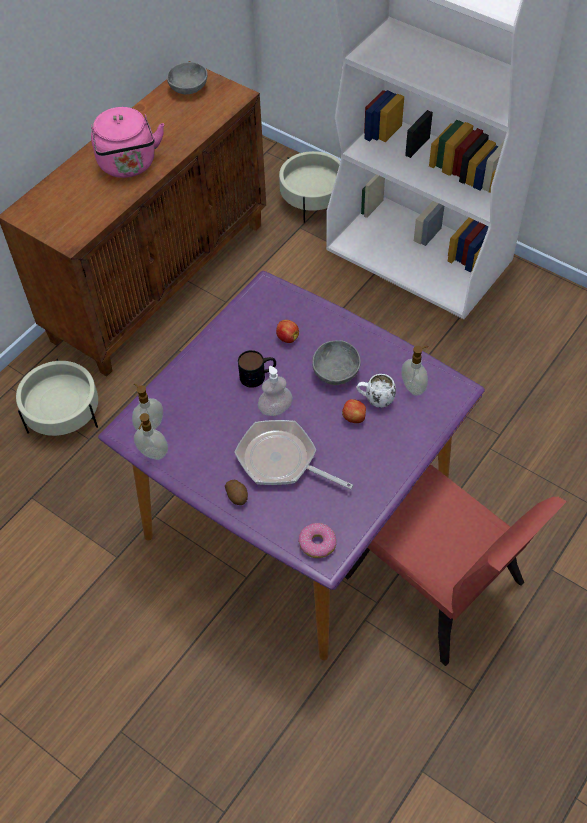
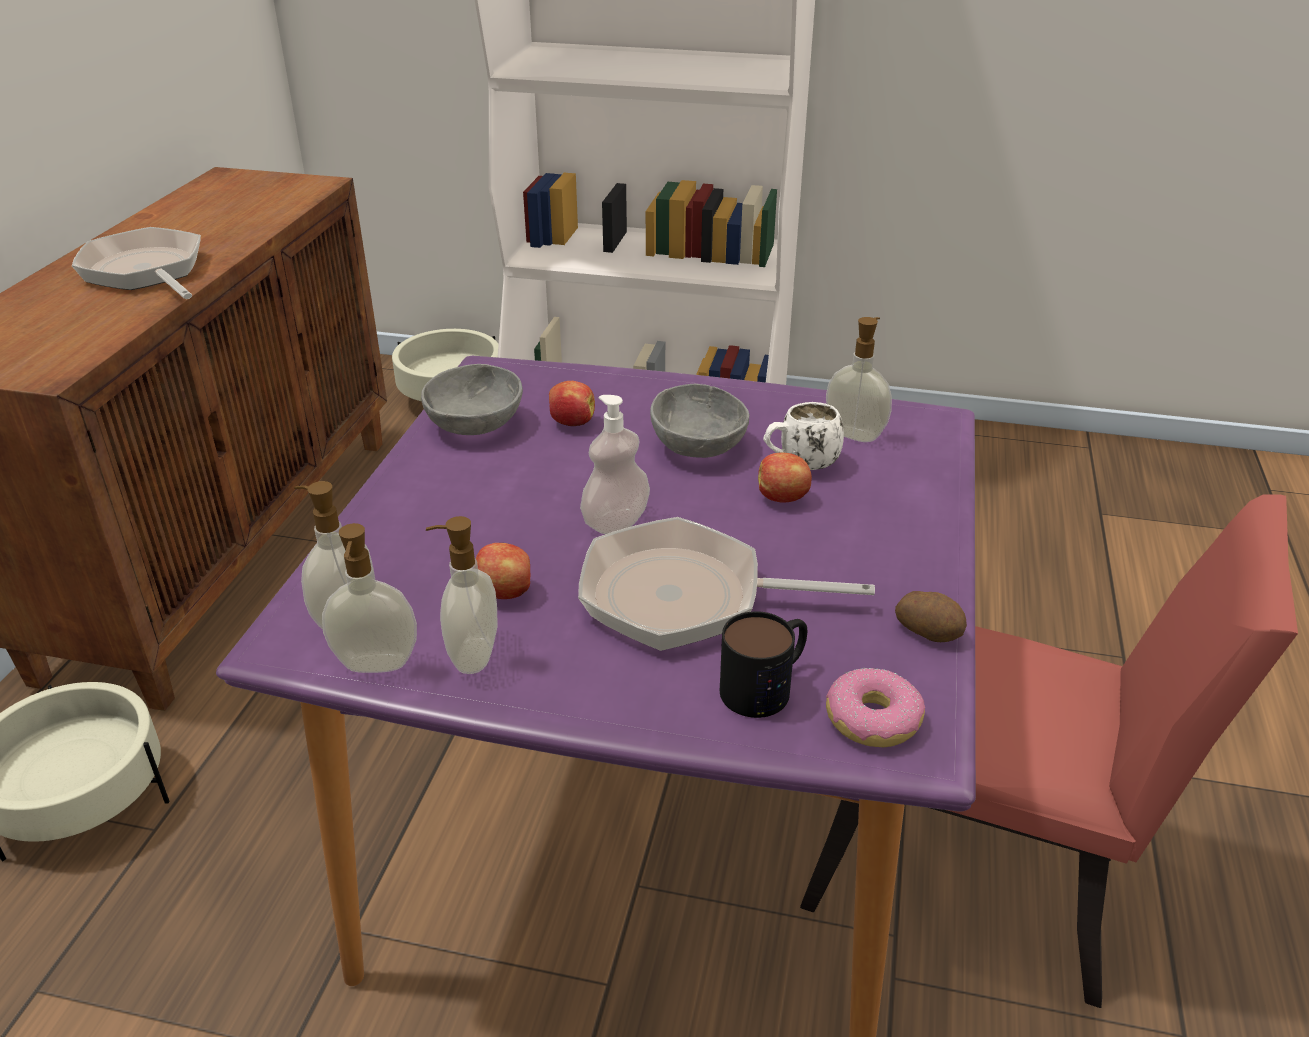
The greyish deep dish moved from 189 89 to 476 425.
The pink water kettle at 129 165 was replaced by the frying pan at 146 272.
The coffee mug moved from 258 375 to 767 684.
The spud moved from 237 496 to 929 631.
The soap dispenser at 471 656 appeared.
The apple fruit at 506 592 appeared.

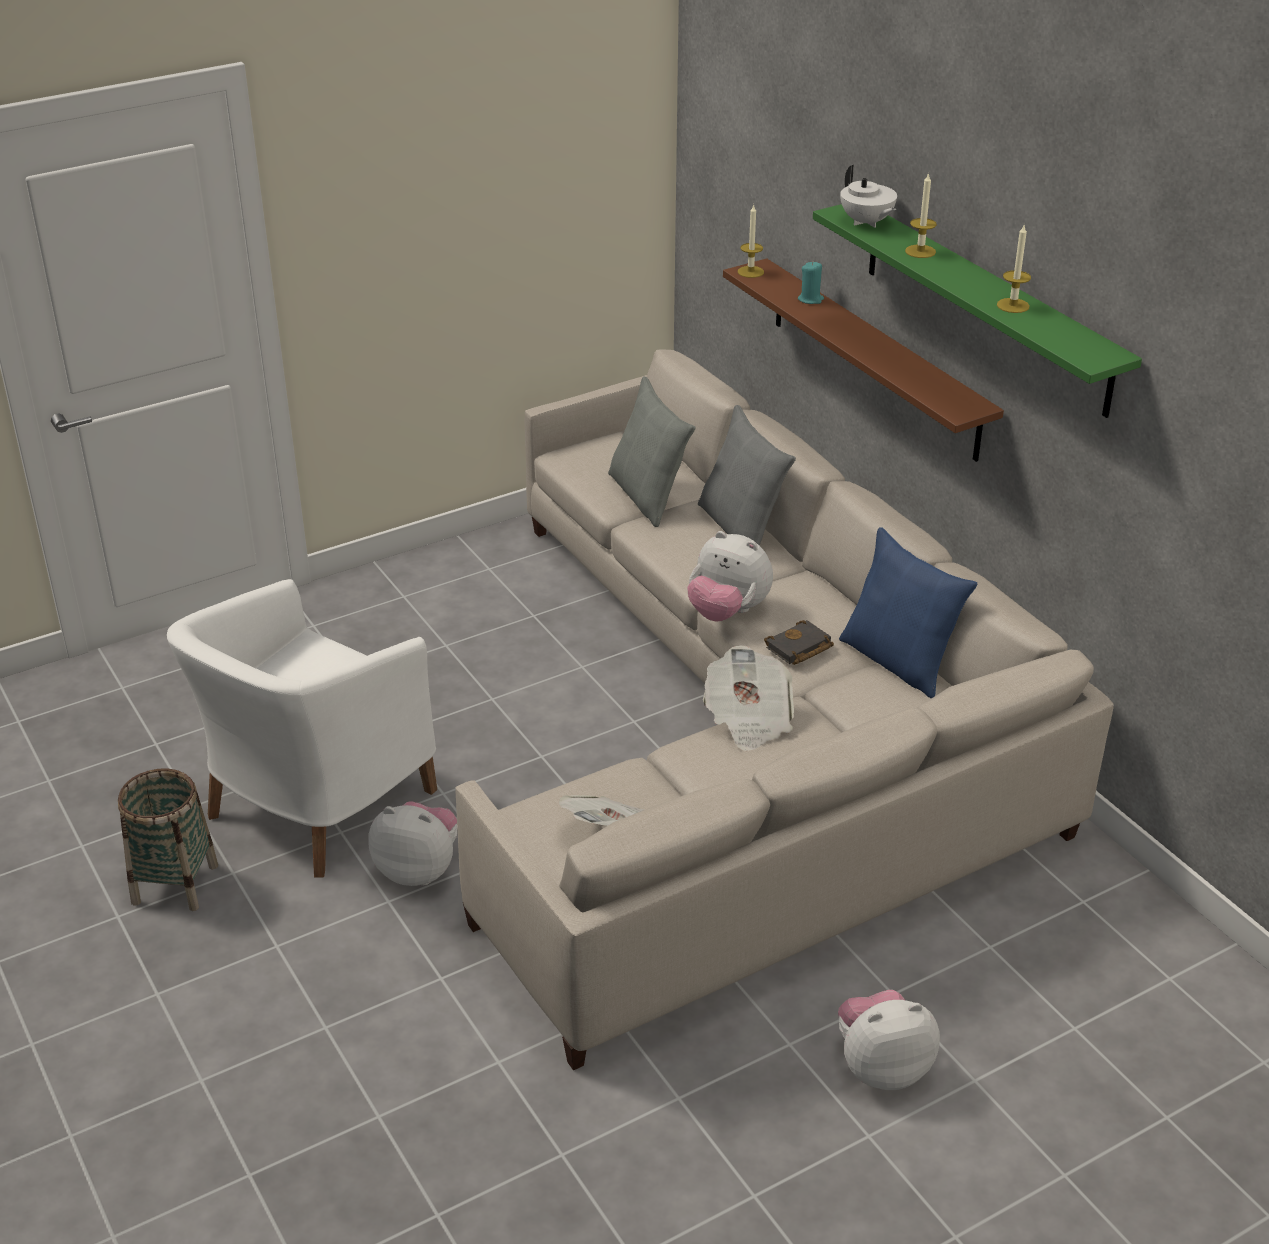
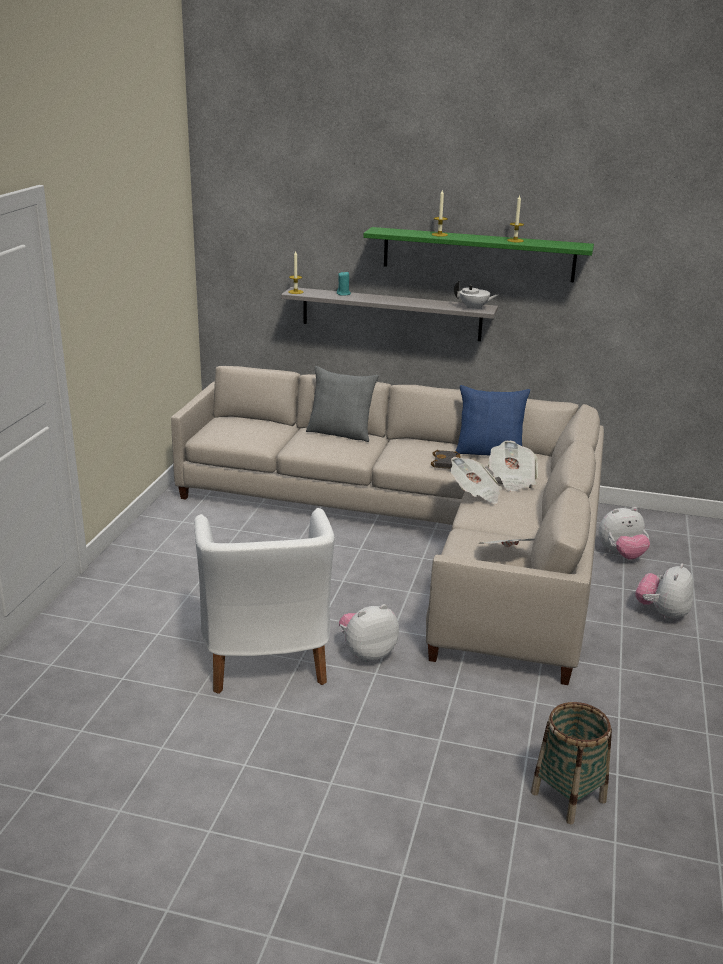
The white tea pot moved from 866 222 to 474 308.
The brown wall shelf at 874 358 became the greyish wall shelf at 391 314.
The greyish throw pillow at 648 496 disappeared.
The soft toy moved from 727 612 to 621 555.
The storage basket moved from 175 884 to 568 796.
The printed paper at 512 479 appeared.

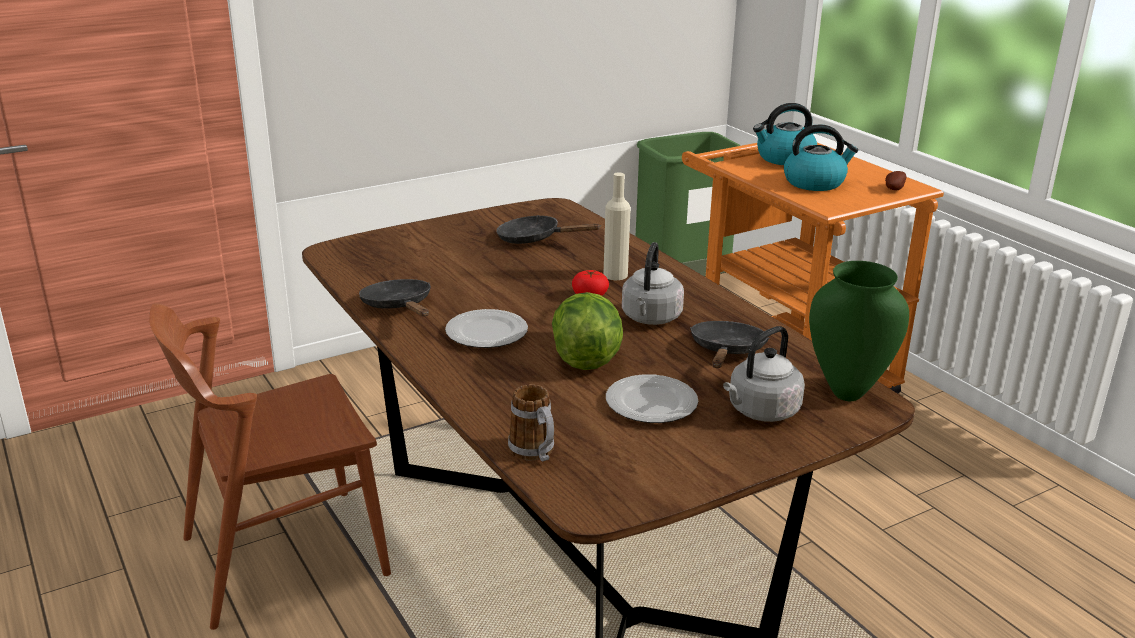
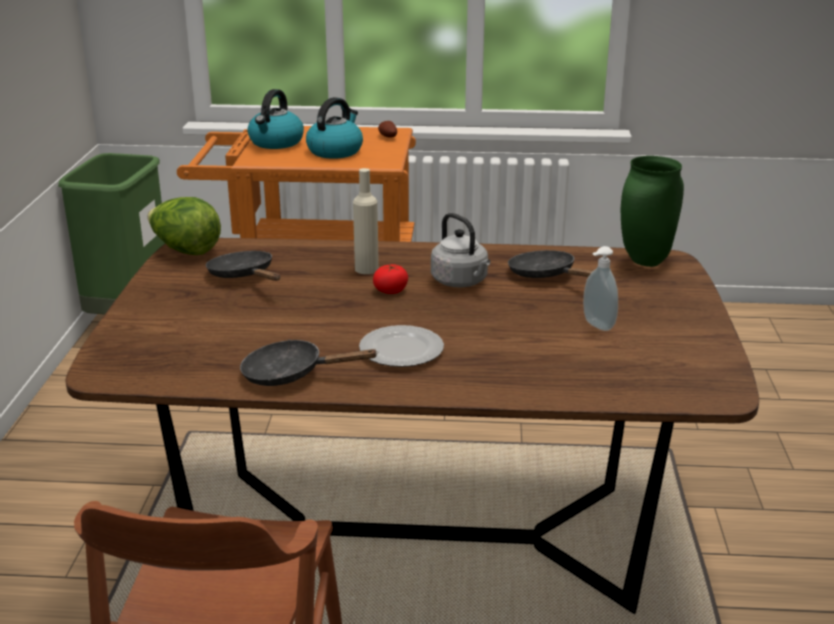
The black-coloured frying pan at 534 239 turned 90 degrees clockwise.
The head of lettuce moved from 585 357 to 185 250.
The greyish water kettle at 761 411 disappeared.
The flat dish at 651 404 was replaced by the soap dispenser at 596 326.
The coffee mug at 535 454 disappeared.

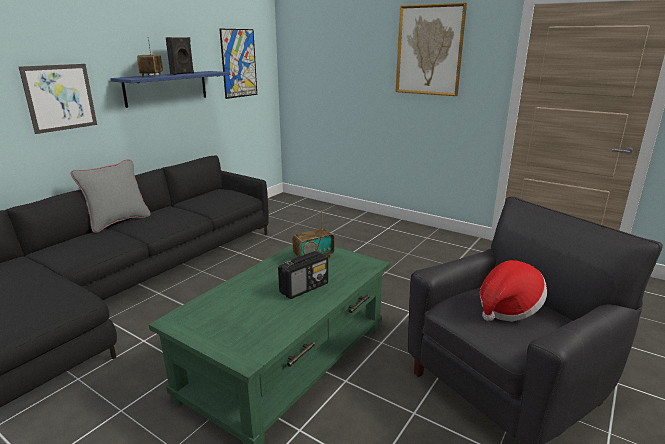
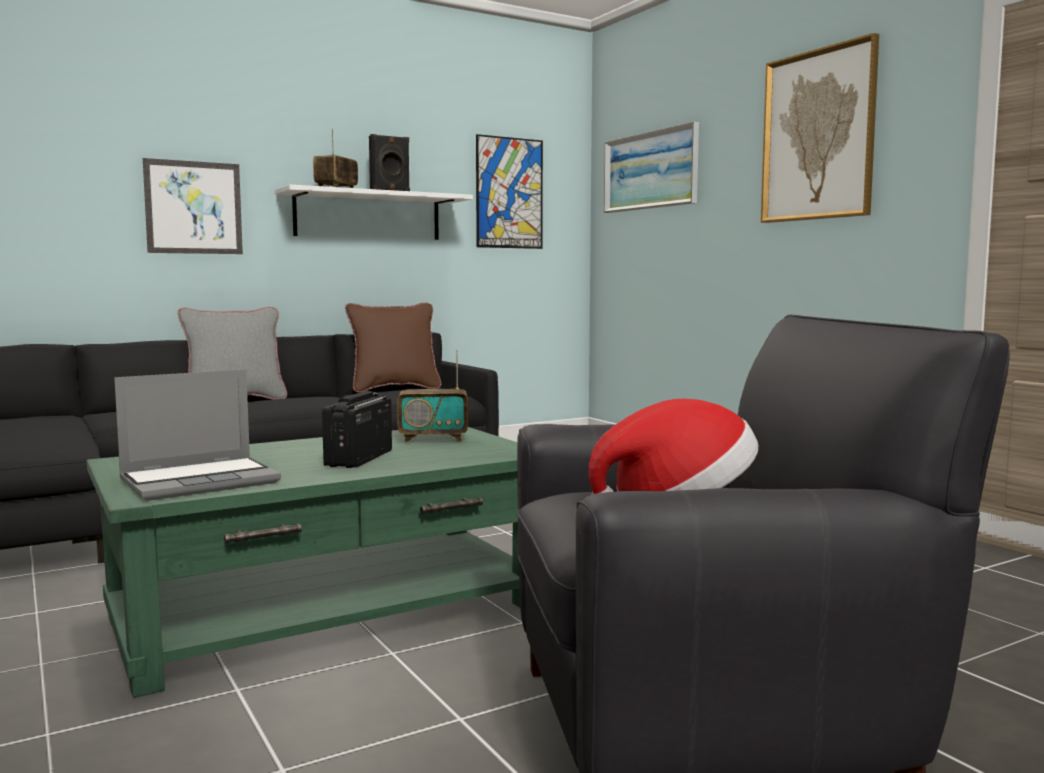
The blue-coloured wall shelf at 166 88 became the white wall shelf at 368 216.
The radio at 304 288 turned 120 degrees clockwise.
The wall art at 650 170 appeared.
The brown throw pillow at 394 389 appeared.
The portable computer at 201 481 appeared.

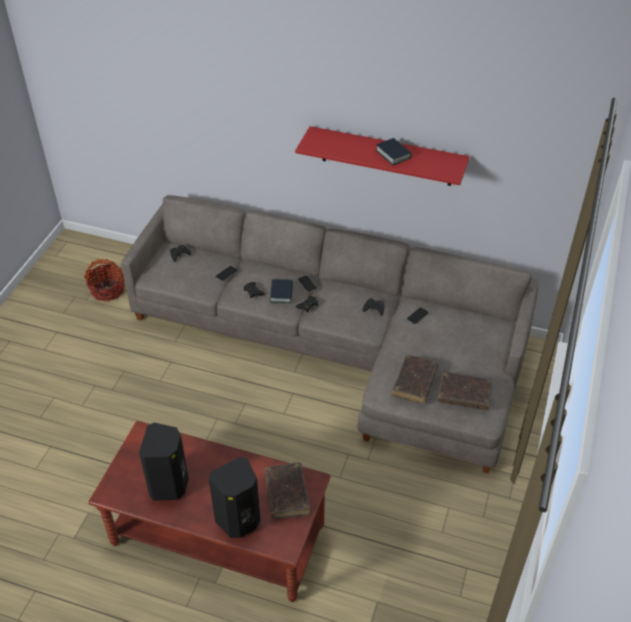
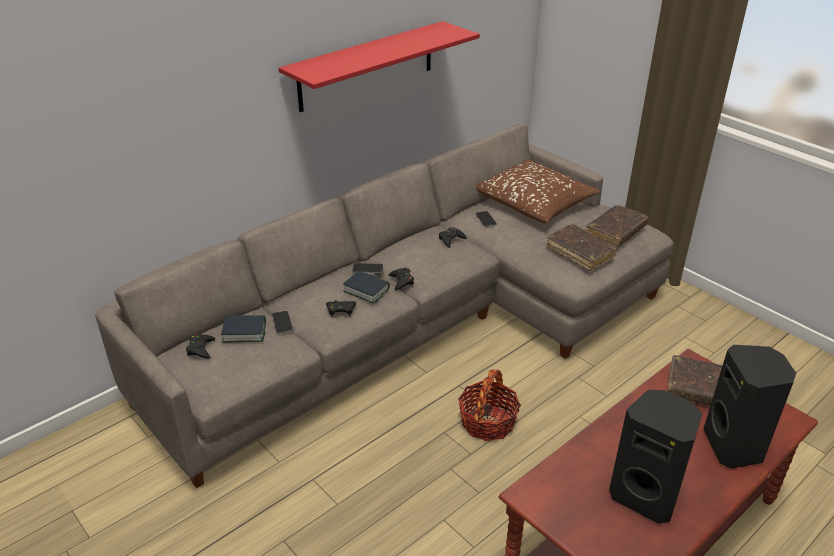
The book moved from 393 154 to 244 332.
The storage basket moved from 108 290 to 487 422.
The brown throw pillow at 534 203 appeared.

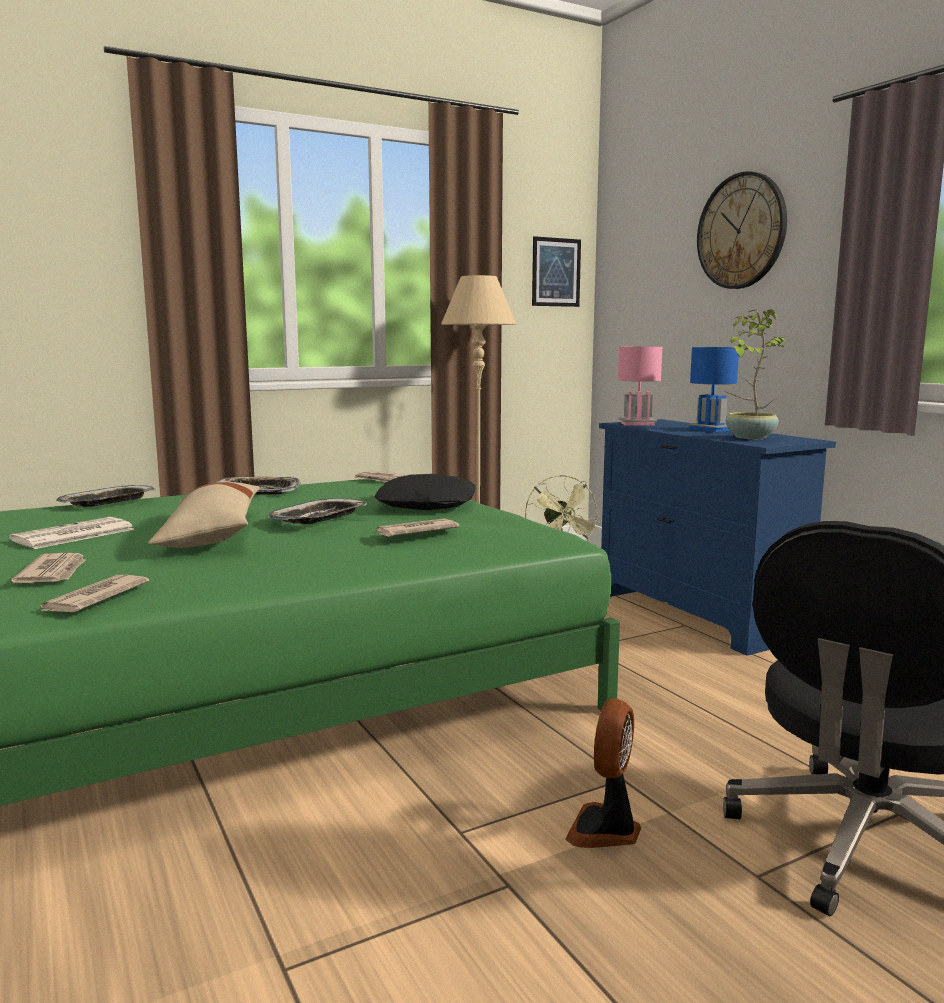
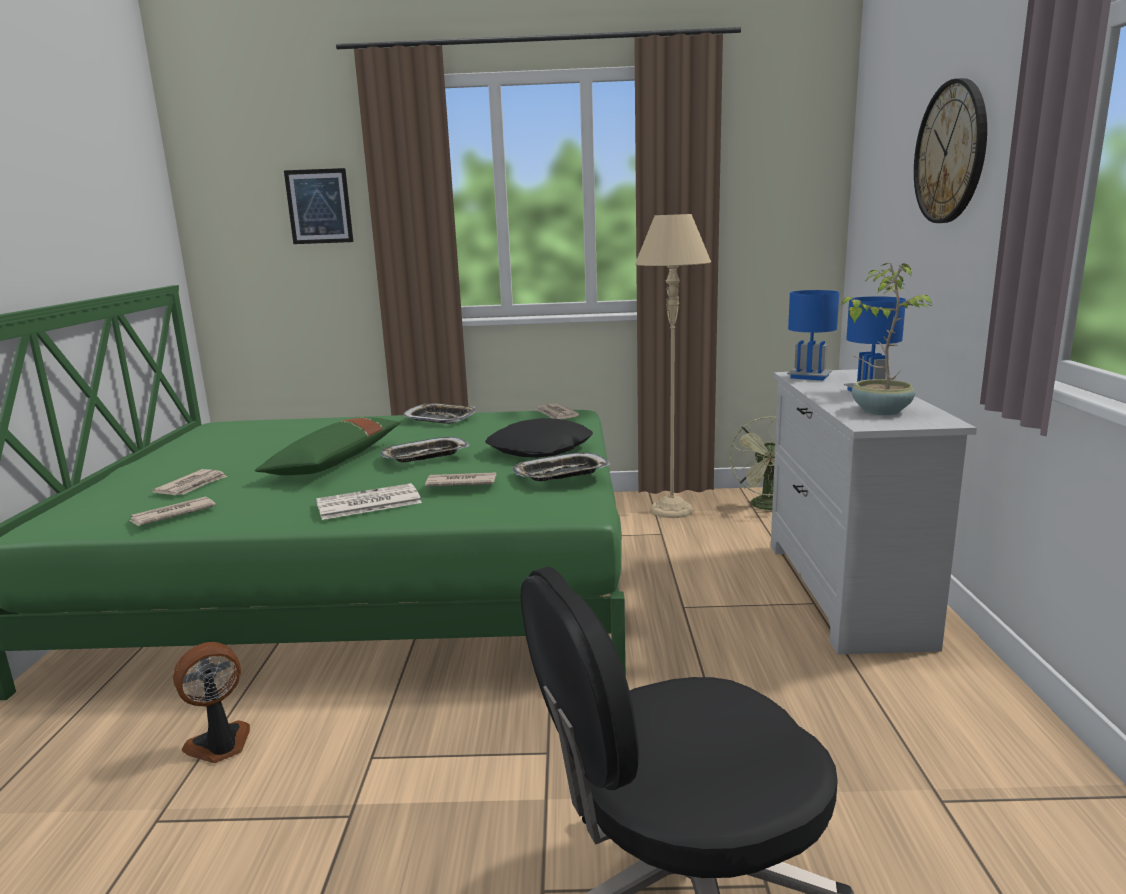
The wall art moved from 556 272 to 319 206.
The pink tabletop lamp at 637 424 became the blue-coloured tabletop lamp at 809 377.
The blue-coloured chest of drawers at 696 614 became the white chest of drawers at 844 592.
The beige throw pillow at 211 534 became the green-coloured throw pillow at 335 462.
The carrying tray moved from 108 502 to 561 474.
The printed paper moved from 72 535 to 367 503.
The electric fan moved from 606 830 to 220 746.

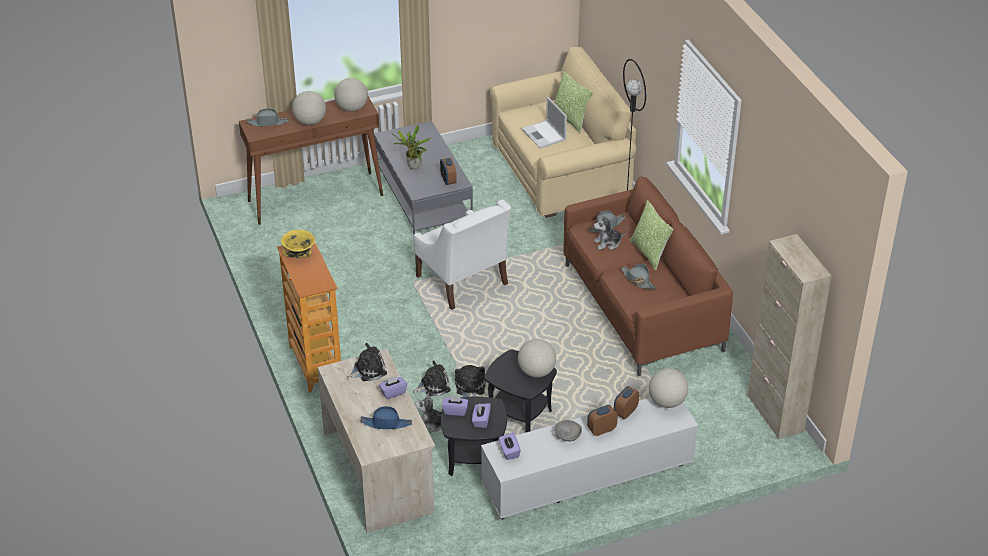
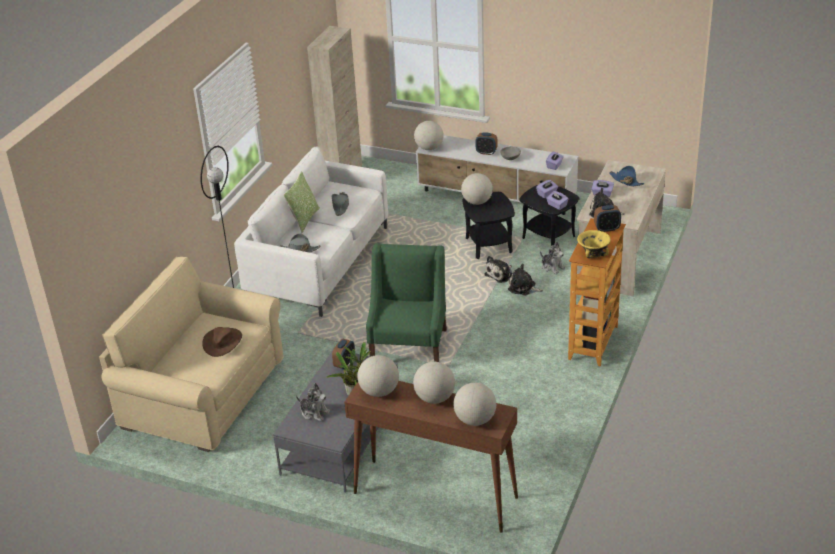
The throw pillow at 570 119 disappeared.
The portable computer at 544 135 was replaced by the brown hat at 222 342.
The greyish hat at 268 122 was replaced by the world globe at 475 420.
The brown sofa at 642 308 became the white sofa at 319 264.
The white lounge chair at 462 281 became the green-coloured lounge chair at 409 346.
The soft toy moved from 607 243 to 314 412.
The table clock moved from 625 412 to 607 229.

